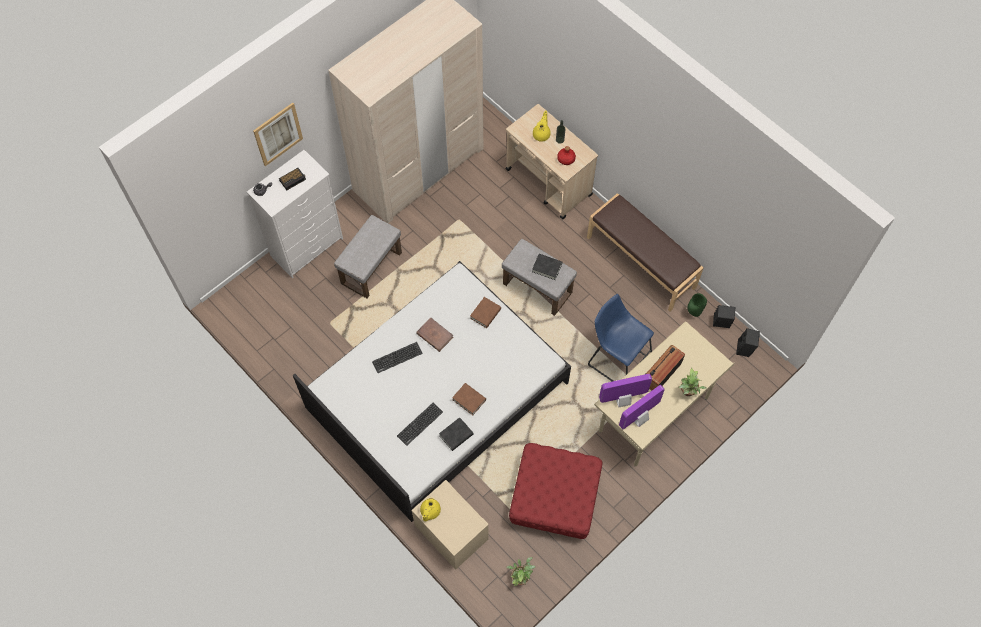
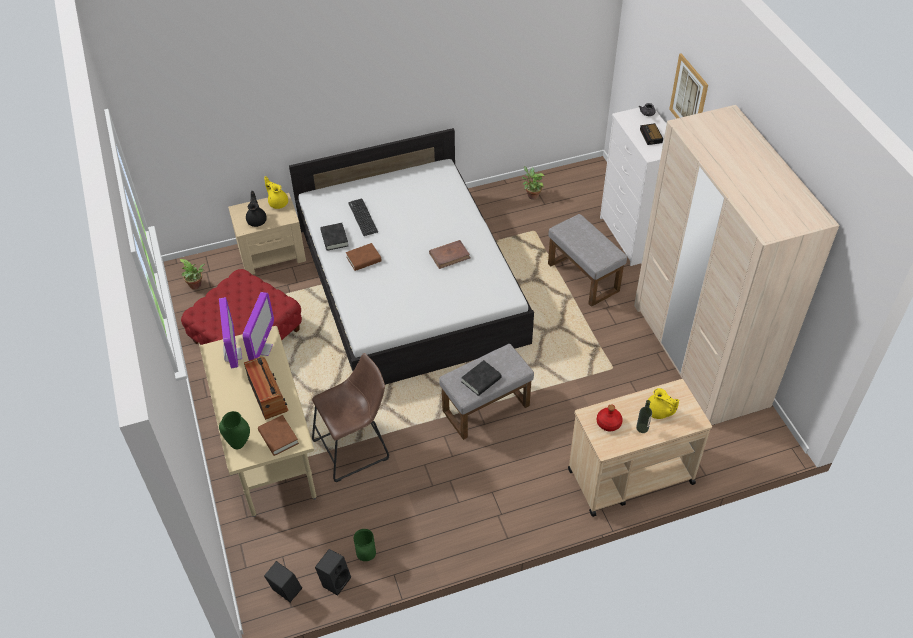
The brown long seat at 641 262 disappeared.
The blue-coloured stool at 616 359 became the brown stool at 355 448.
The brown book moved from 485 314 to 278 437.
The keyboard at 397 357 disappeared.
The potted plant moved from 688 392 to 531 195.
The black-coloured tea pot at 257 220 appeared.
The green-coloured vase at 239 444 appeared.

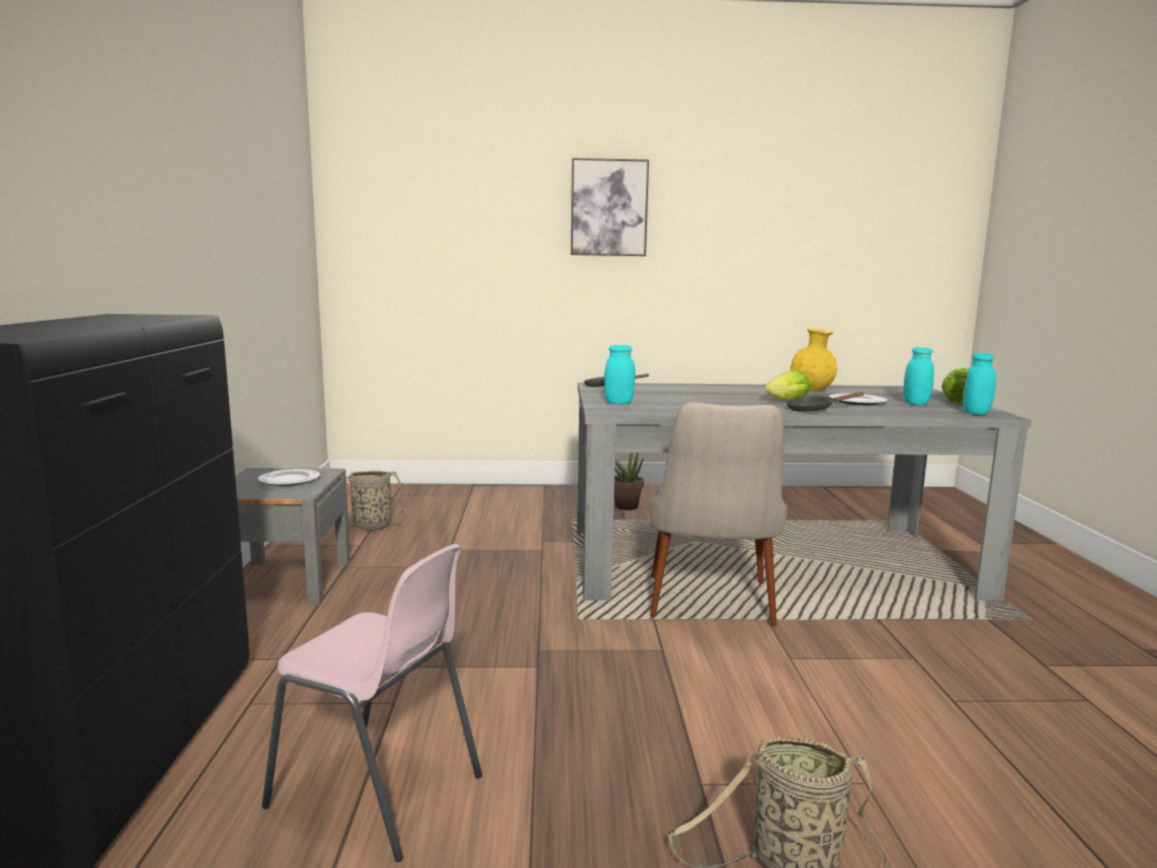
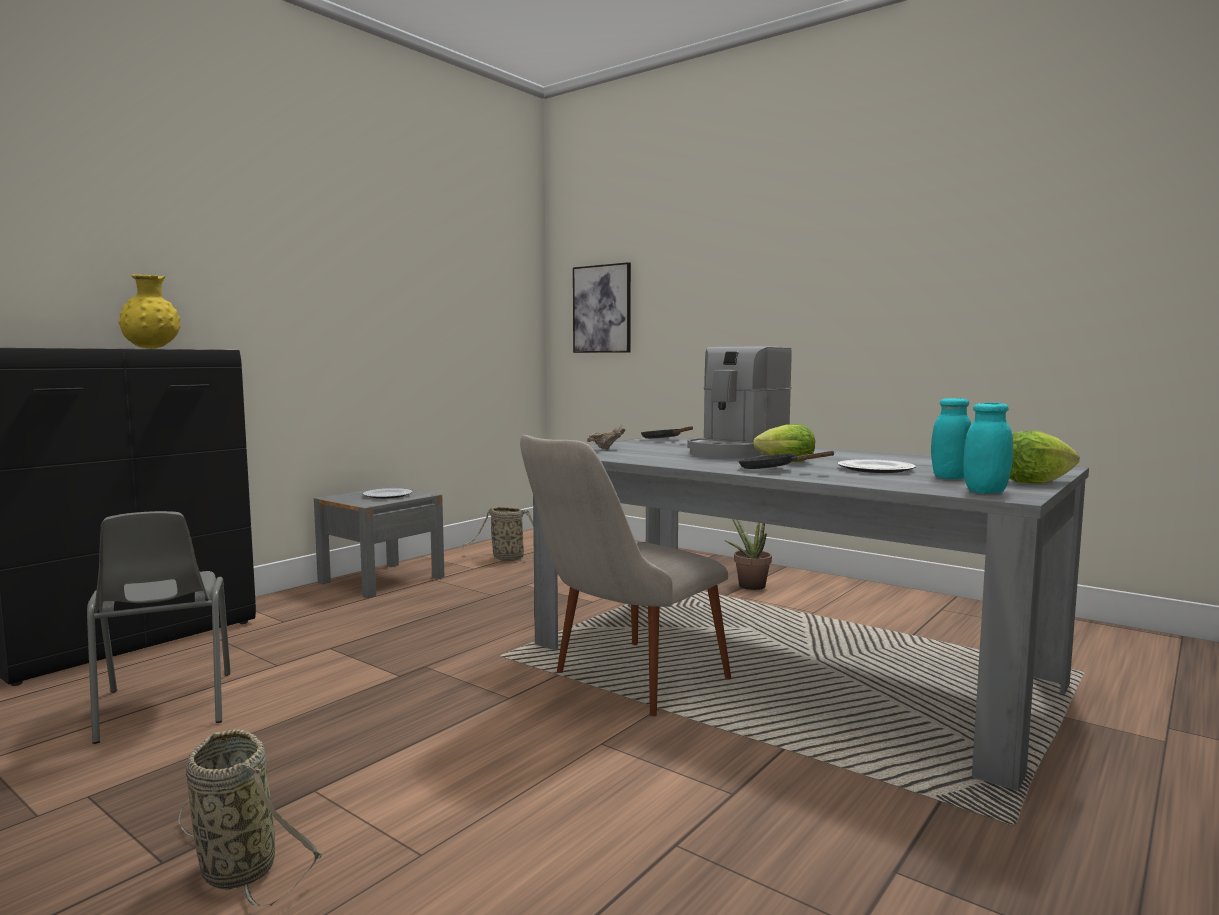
The wall art moved from 609 208 to 602 309.
The yellowish vase moved from 811 391 to 151 348.
The turquoise-coloured storage jar at 618 403 was replaced by the beige deep dish at 606 449.
The pink upright chair at 378 792 became the greyish upright chair at 164 707.
The coffee brewer at 737 452 appeared.

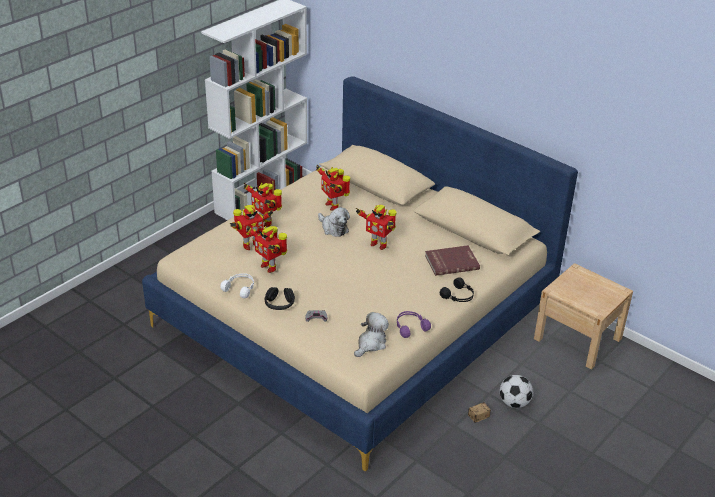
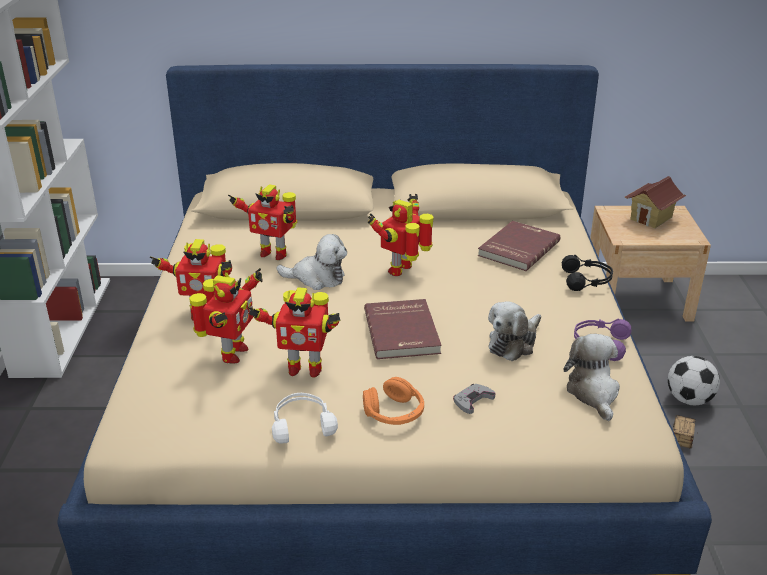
The toy robot at 378 244 turned 135 degrees clockwise.
The black-coloured headset at 279 304 became the orange-coloured headset at 394 413.
The miniature house at 651 218 appeared.
The reddish book at 403 332 appeared.
The soft toy at 514 343 appeared.

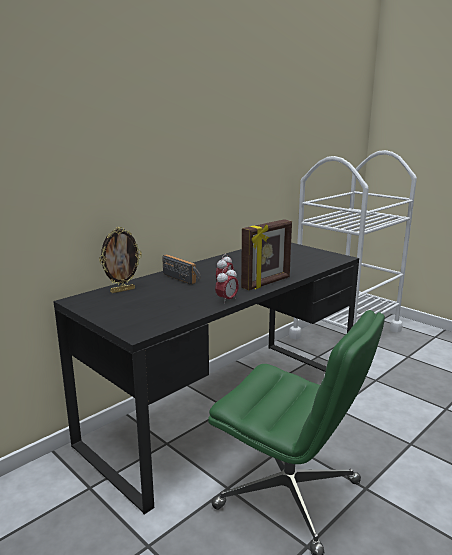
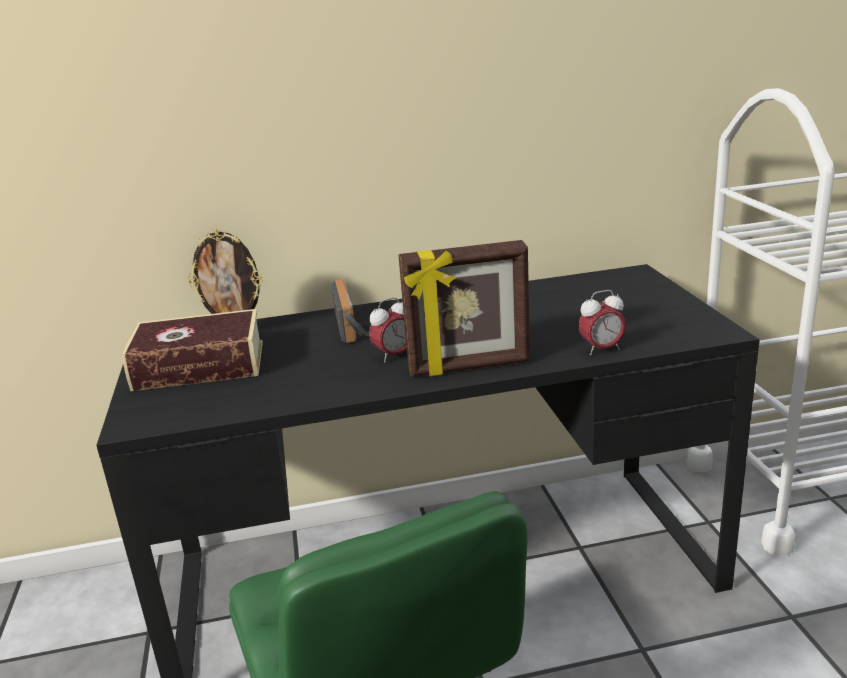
The table clock moved from 227 300 to 601 349.
The book at 199 366 appeared.

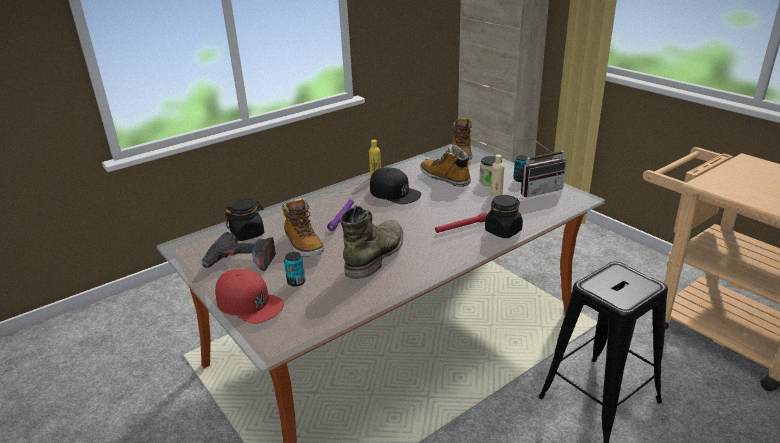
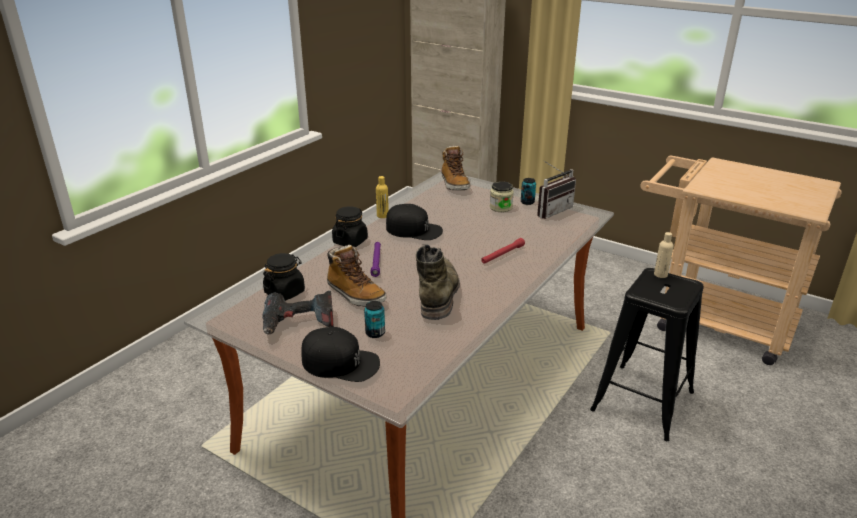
The tall boot at 445 178 disappeared.
The beige bottle moved from 496 194 to 660 274.
The black-coloured storage jar moved from 503 231 to 350 241.
The reddish cap at 249 303 became the black-coloured cap at 340 362.

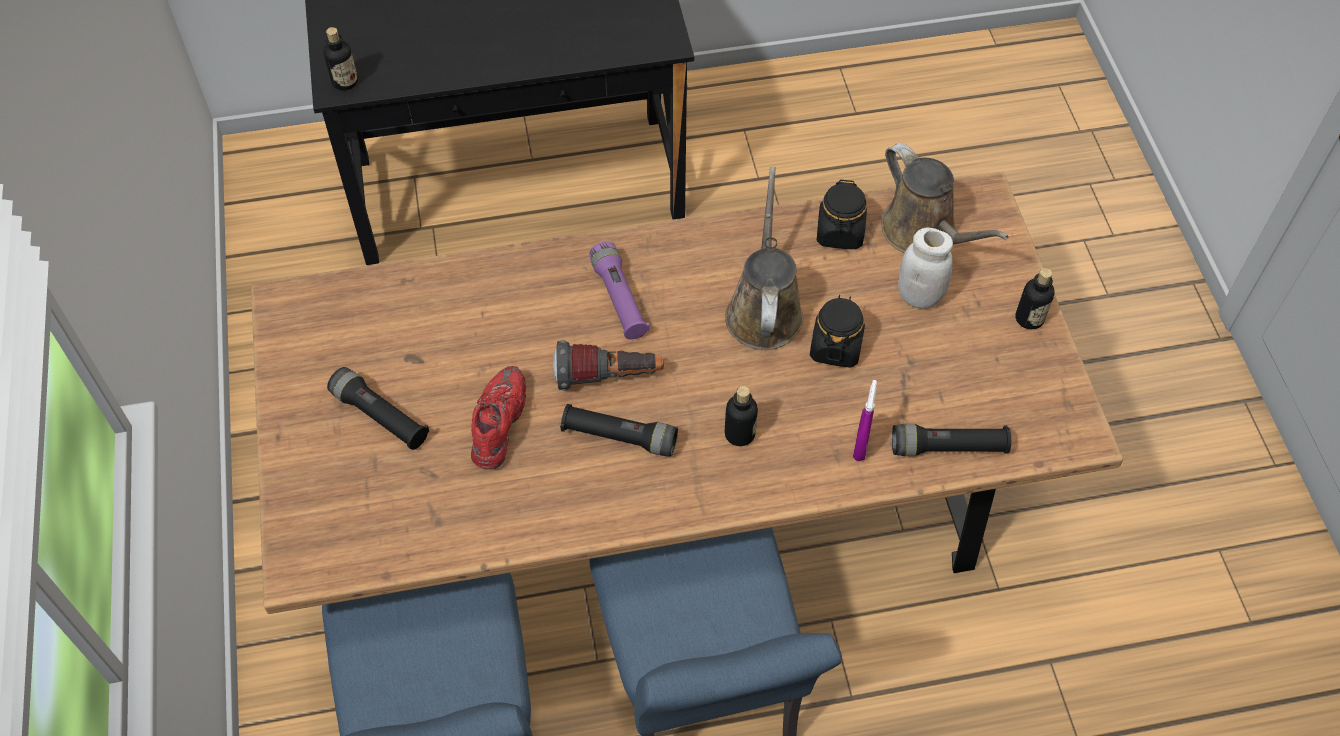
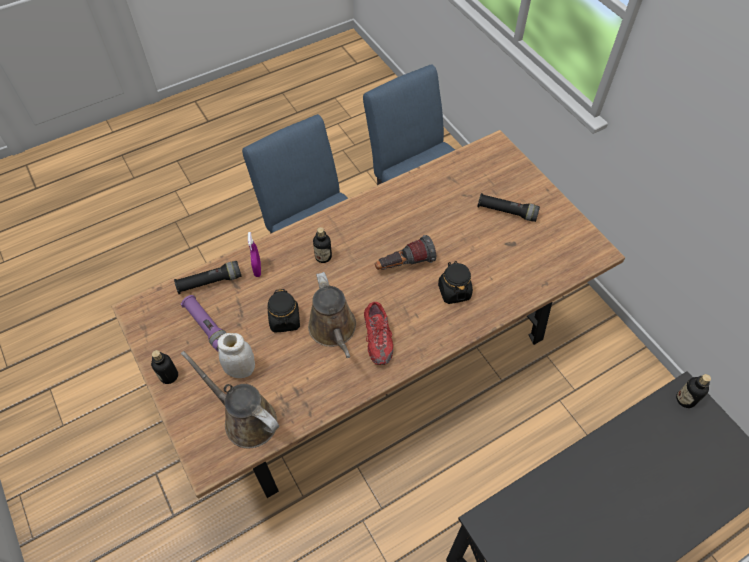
The black-coloured storage jar moved from 840 233 to 454 291.
The purplish torch moved from 619 299 to 207 327.
The reddish low shoe moved from 499 424 to 378 338.
The black-coloured torch at 619 437 disappeared.

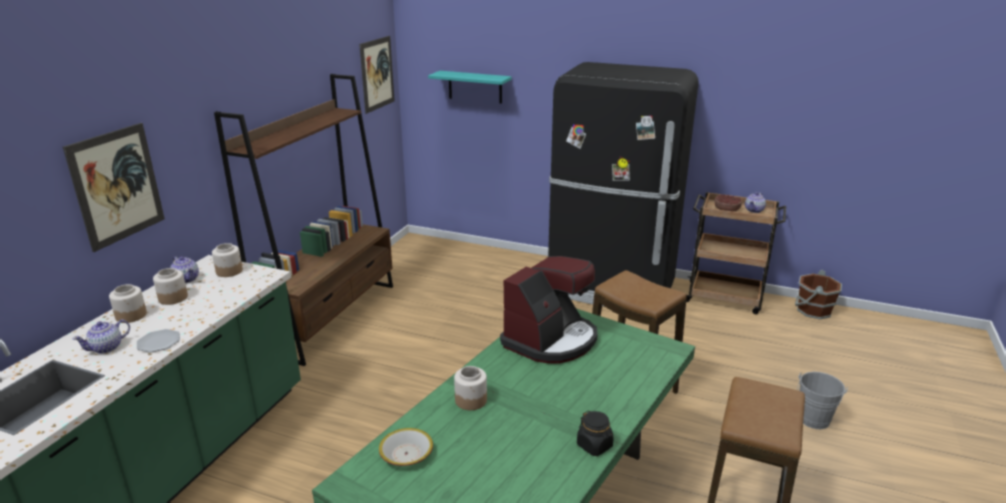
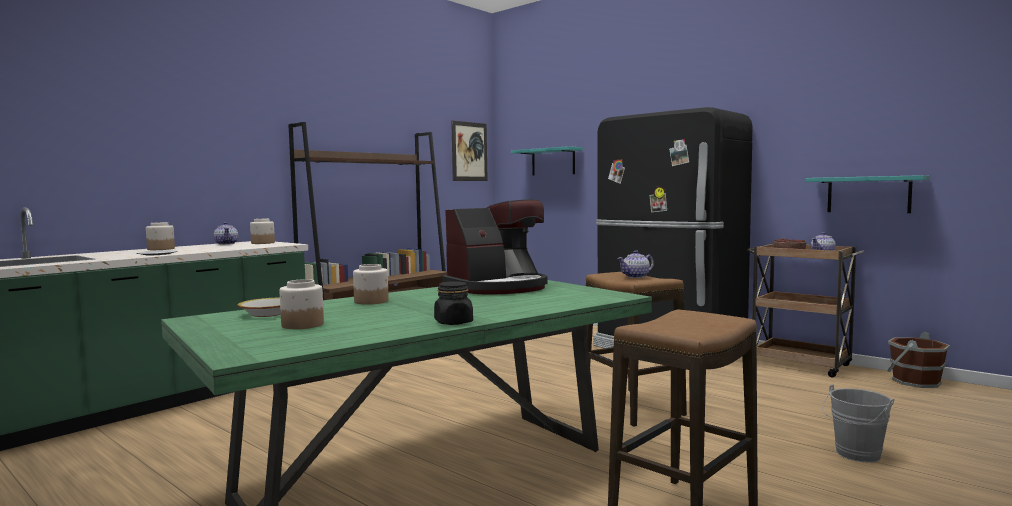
The wall art at 117 186 disappeared.
The storage jar moved from 172 298 to 302 325.
The tea pot moved from 107 348 to 636 276.
The turquoise-coloured wall shelf at 868 194 appeared.

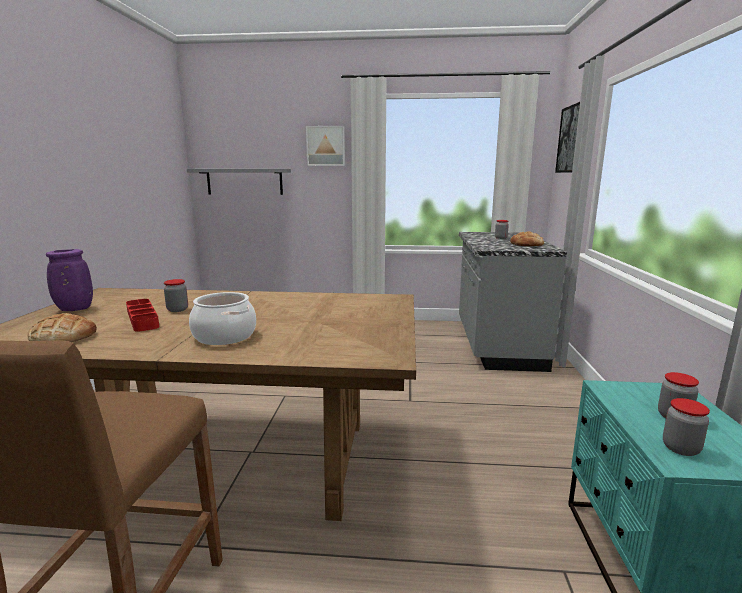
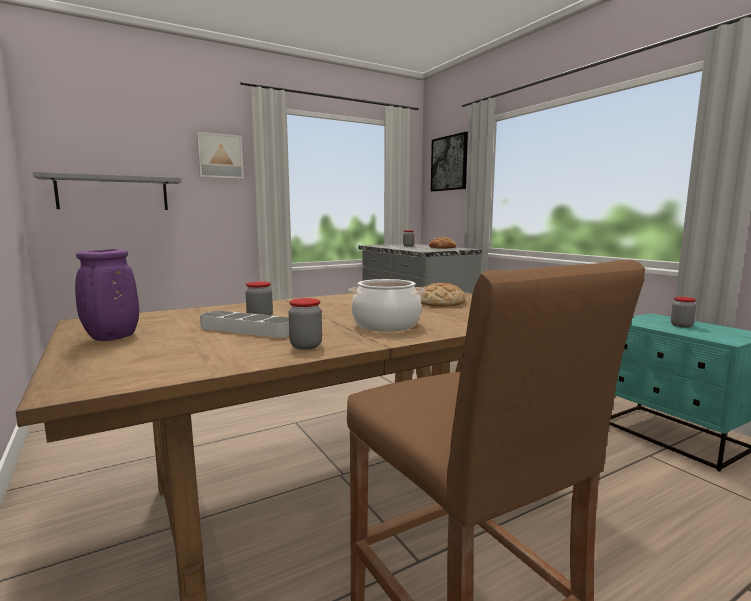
The reddish carrying tray at 142 318 became the greyish carrying tray at 247 329.
The baked bread moved from 64 337 to 440 303.
The storage jar moved from 680 448 to 306 346.

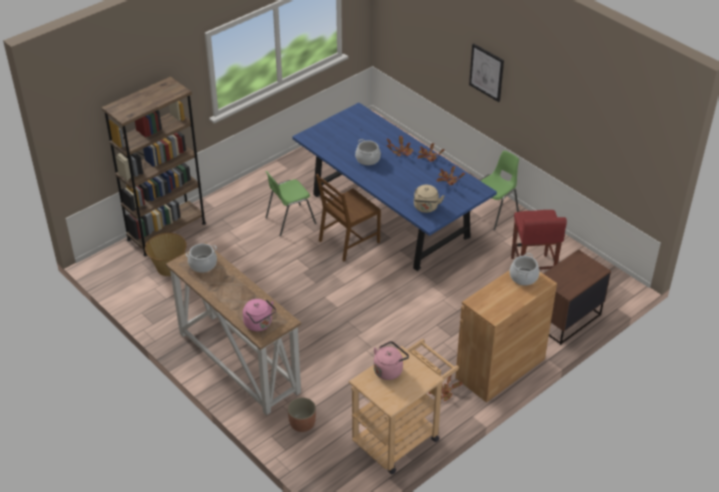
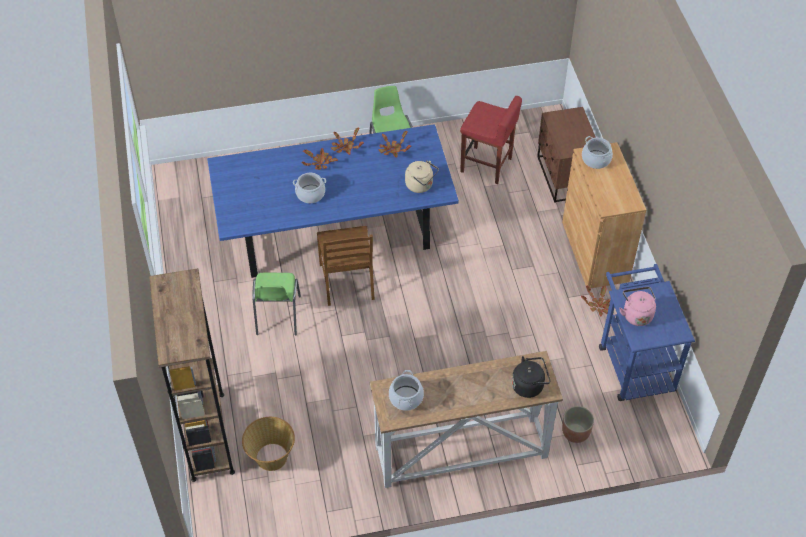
The wall art at 486 72 disappeared.
The pink water kettle at 259 324 became the black-coloured water kettle at 529 385.
The beige wheeled cart at 401 436 became the blue-coloured wheeled cart at 633 362.

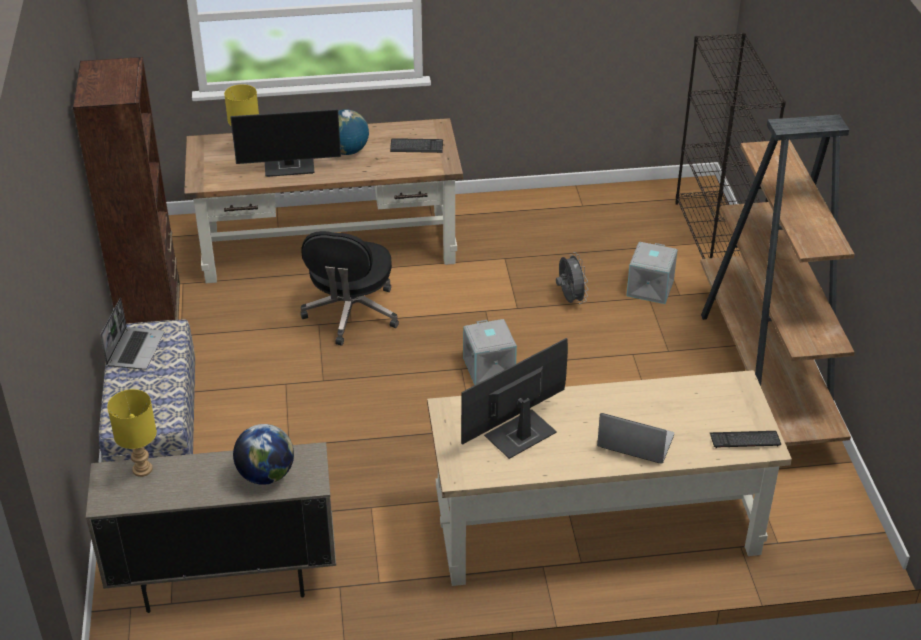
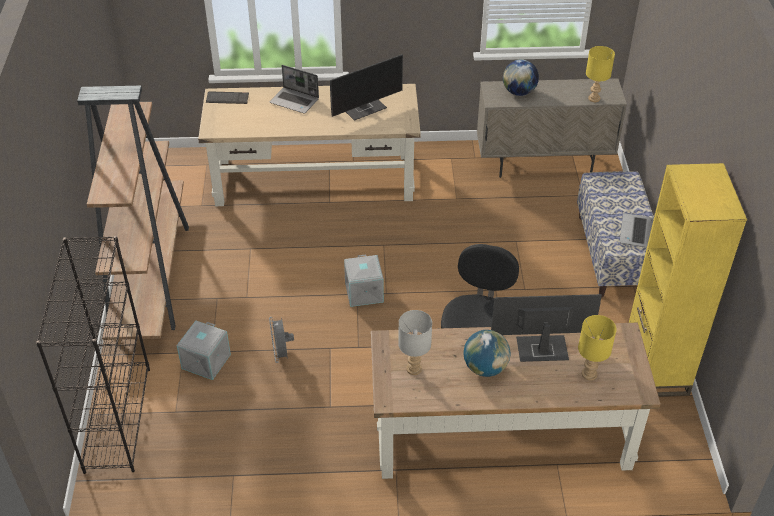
The brown bookshelf at 150 310 became the yellowish bookshelf at 655 367.
The keyboard at 416 147 was replaced by the greyish tabletop lamp at 413 369.

